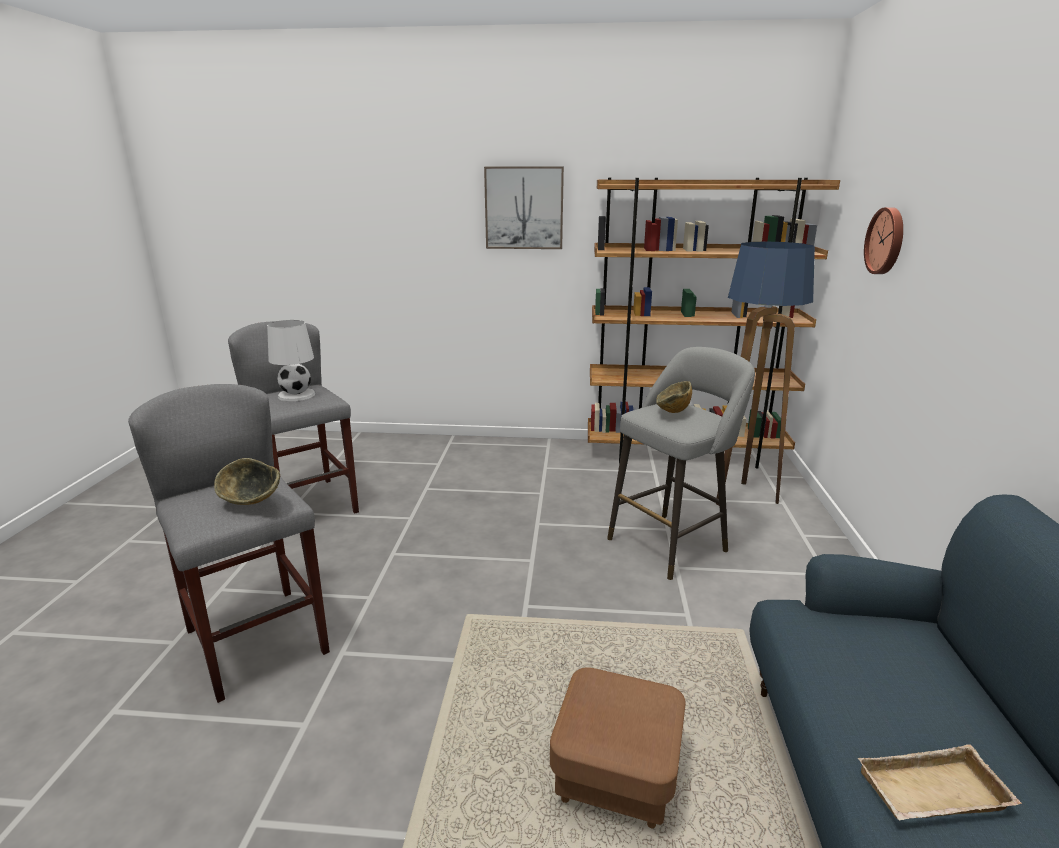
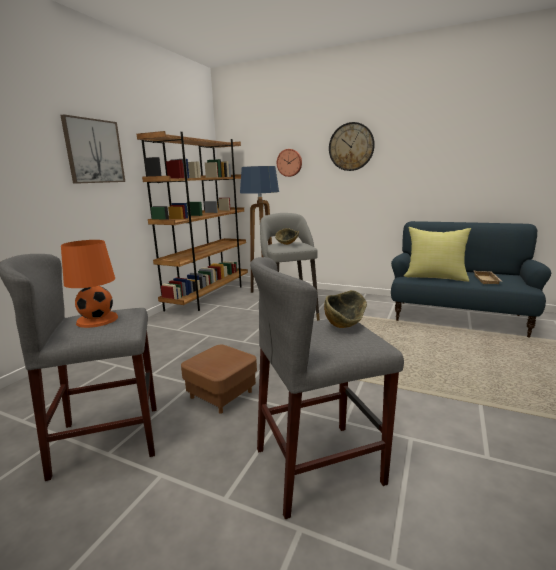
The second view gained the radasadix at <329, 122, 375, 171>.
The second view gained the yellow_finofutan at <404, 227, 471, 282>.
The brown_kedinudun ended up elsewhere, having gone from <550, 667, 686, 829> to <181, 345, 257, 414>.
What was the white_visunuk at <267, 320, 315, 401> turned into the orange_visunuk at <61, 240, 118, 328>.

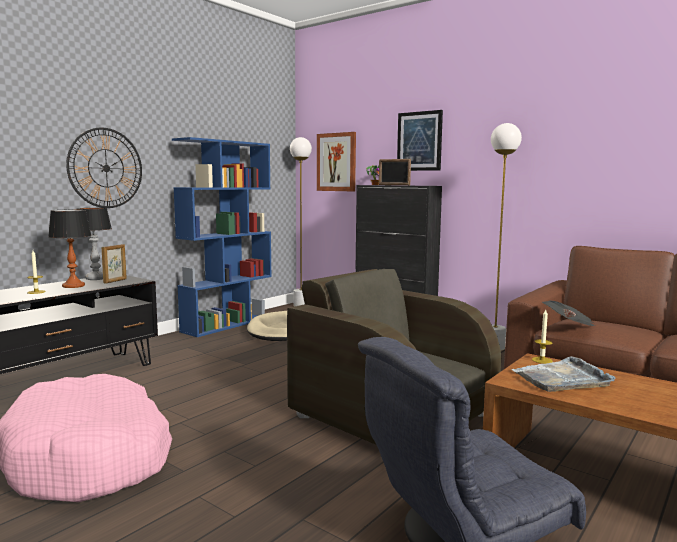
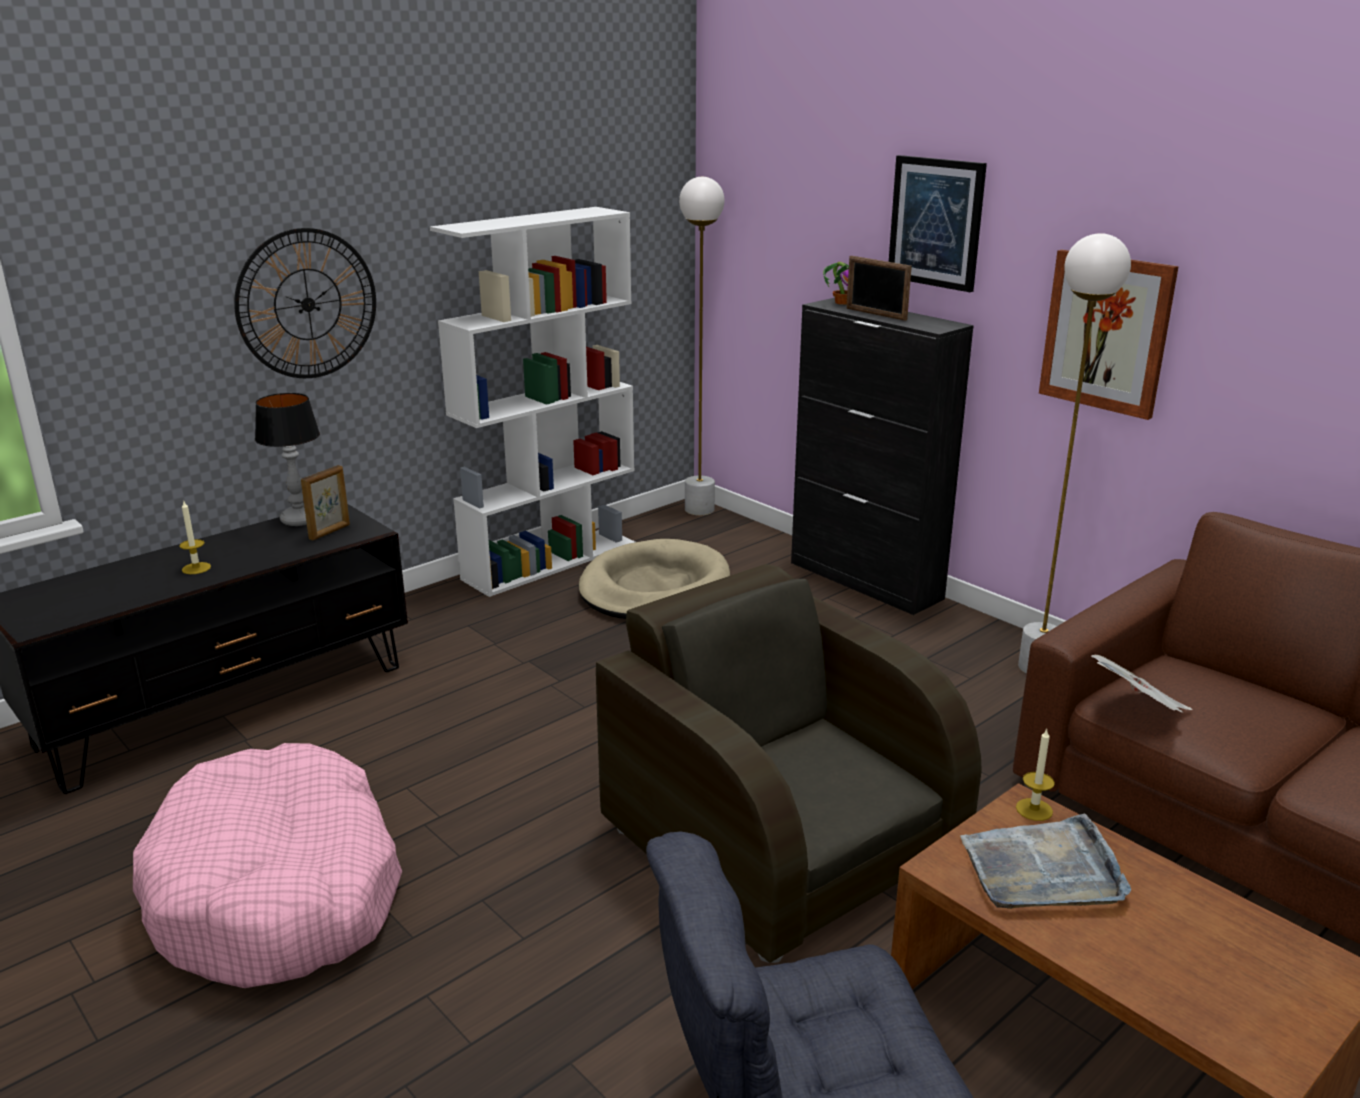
The second view lost the visunuk at <48, 209, 92, 288>.
The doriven ended up elsewhere, having gone from <317, 132, 356, 191> to <1039, 250, 1179, 420>.
What was the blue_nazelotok at <172, 137, 272, 337> turned into the white_nazelotok at <430, 207, 635, 597>.

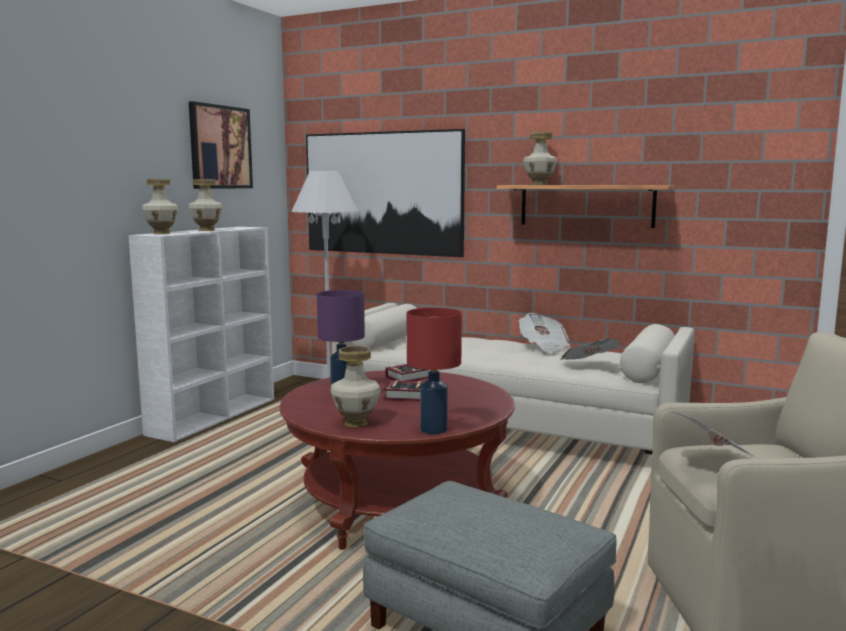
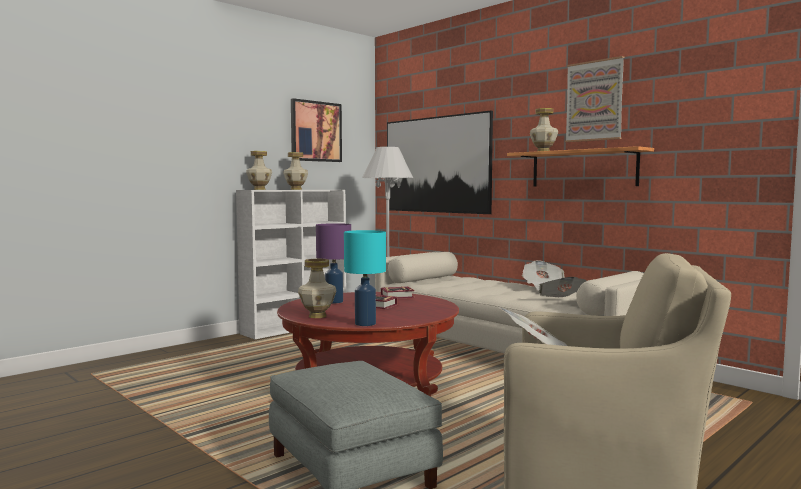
The second view gained the doriven at <565, 56, 624, 142>.
What was the red_visunuk at <407, 308, 462, 434> turned into the turquoise_visunuk at <344, 230, 386, 326>.

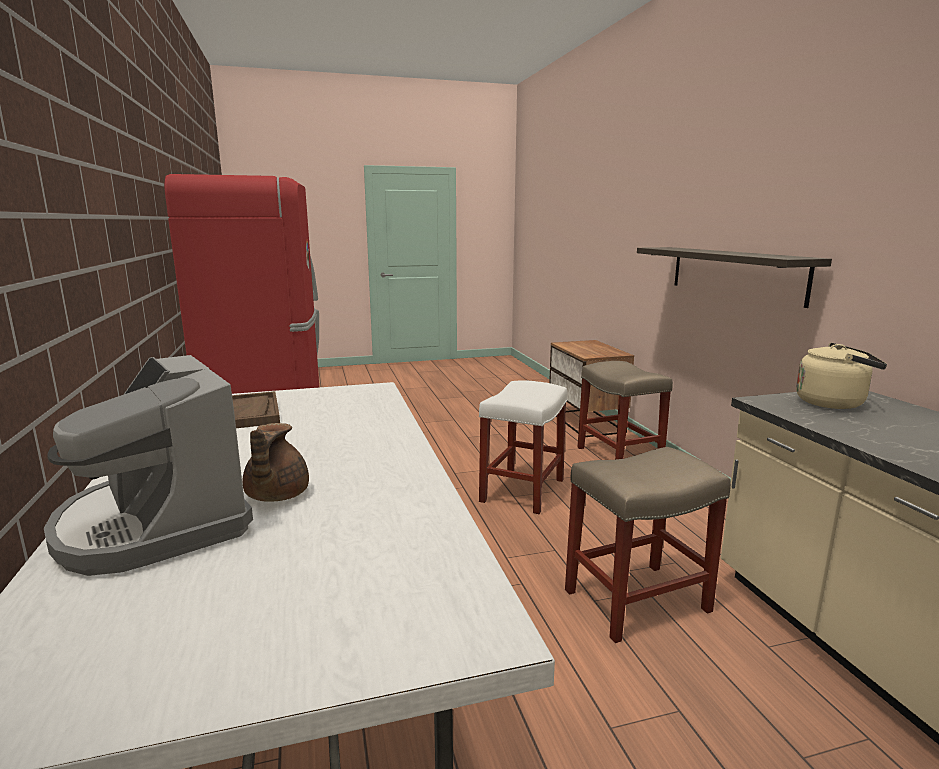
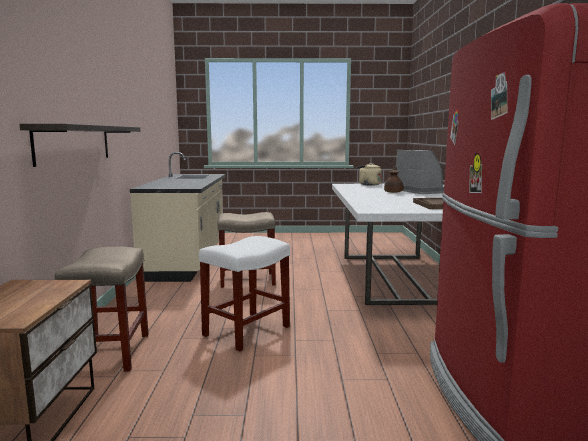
The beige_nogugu ended up elsewhere, having gone from <796, 343, 887, 409> to <355, 163, 382, 186>.

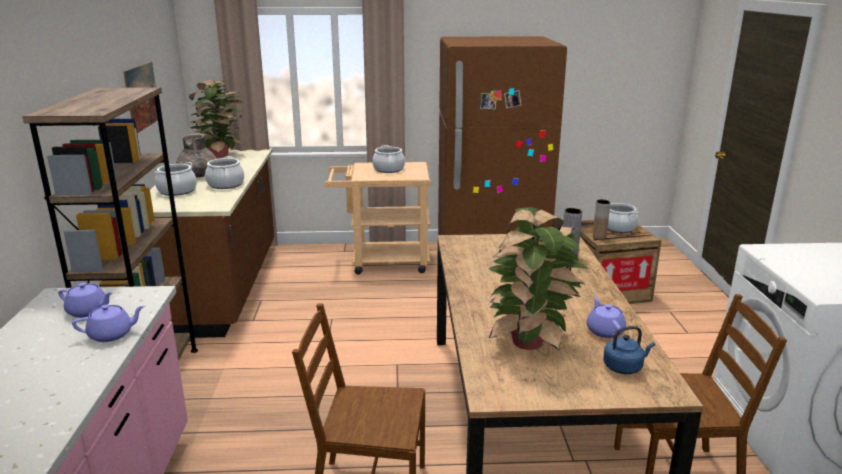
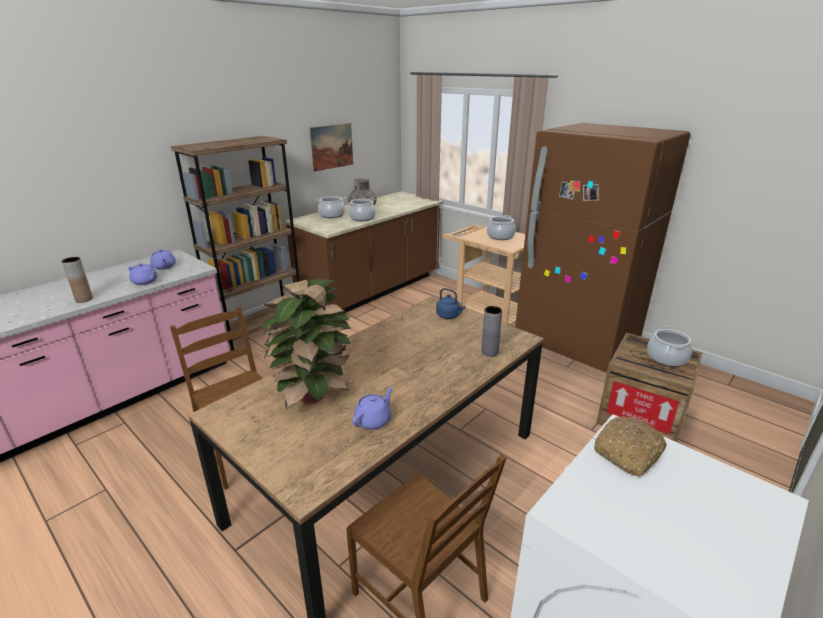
The second view lost the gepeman at <189, 80, 244, 158>.
The second view gained the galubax at <594, 416, 666, 476>.
The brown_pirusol ended up elsewhere, having gone from <593, 199, 610, 240> to <62, 257, 93, 303>.
The blue_nogugu ended up elsewhere, having gone from <603, 326, 655, 374> to <436, 288, 466, 319>.

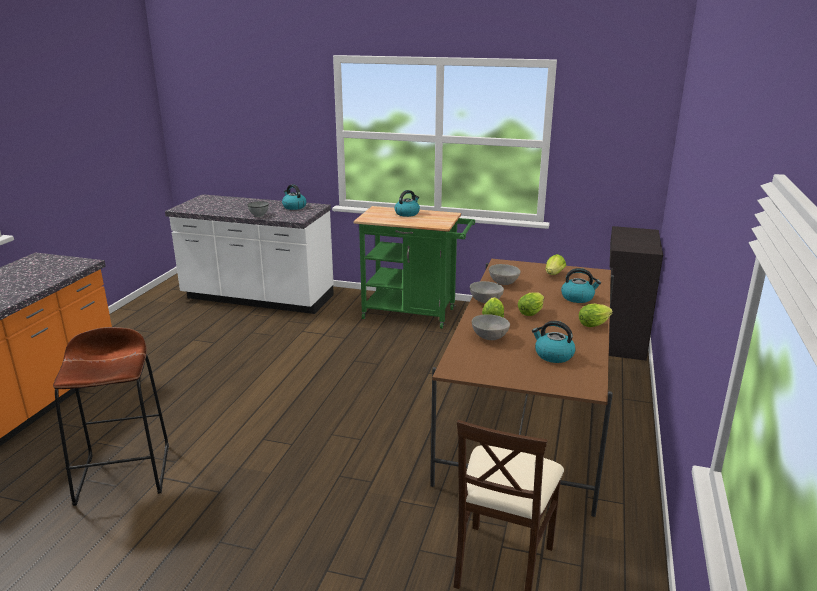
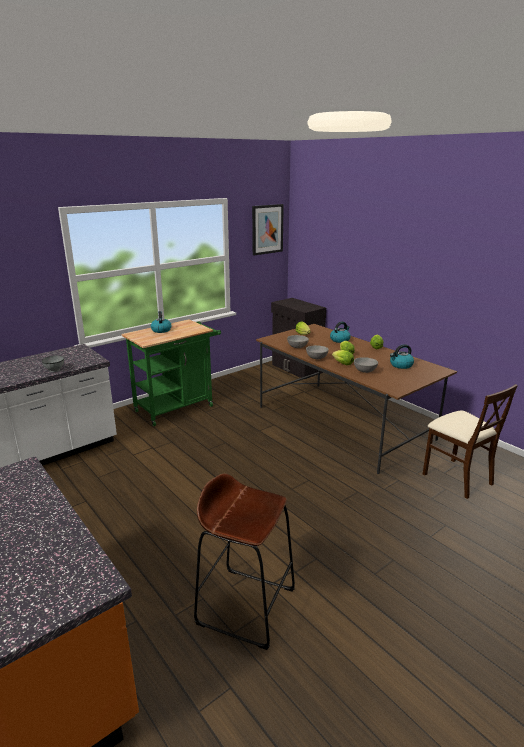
The second view lost the nogugu at <282, 184, 306, 210>.
The second view gained the doriven at <252, 204, 284, 255>.

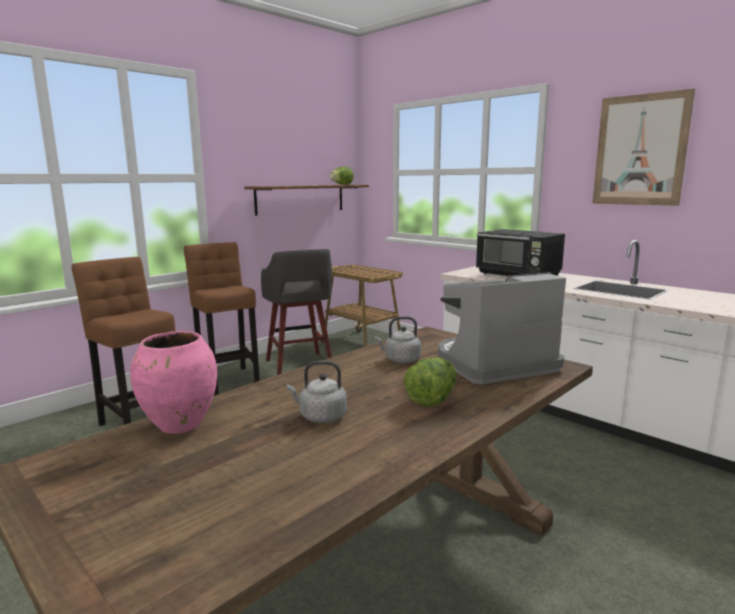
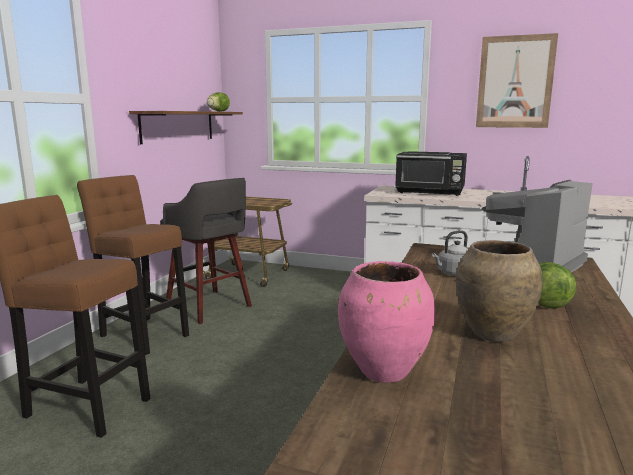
Where the grey_nogugu stood at <287, 361, 347, 423>, the brown_pirusol came to stand at <456, 240, 543, 342>.

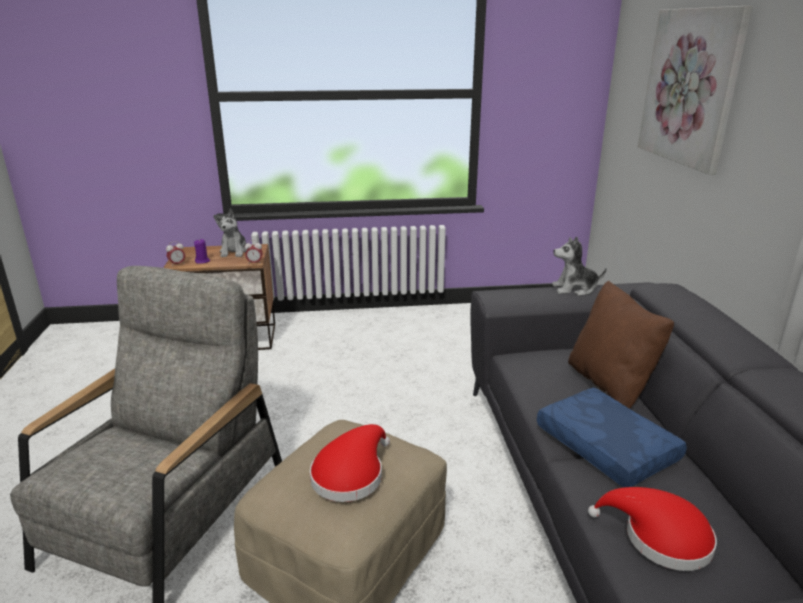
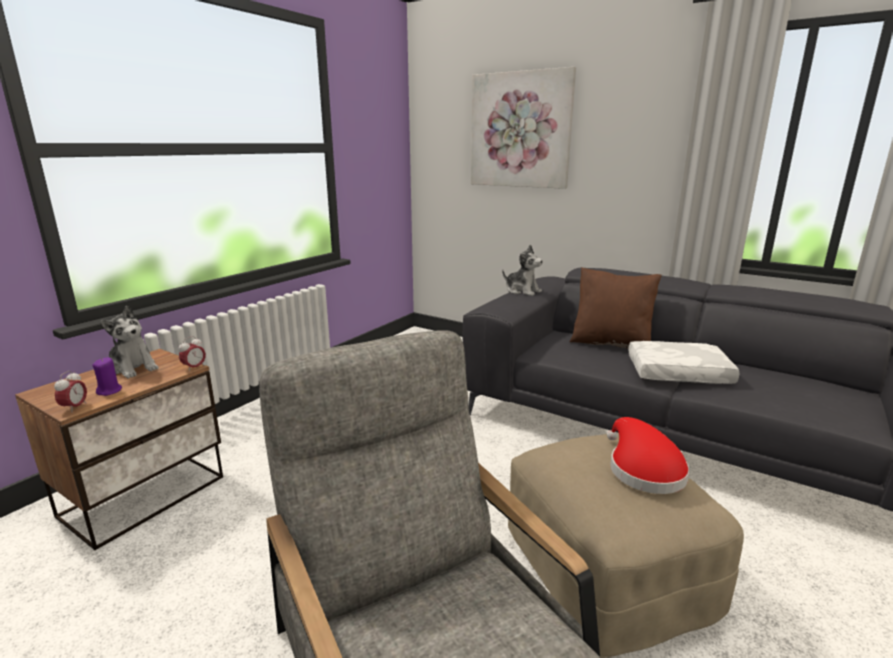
The second view lost the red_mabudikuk at <588, 487, 717, 571>.
What was the blue_finofutan at <537, 388, 687, 487> turned into the white_finofutan at <628, 341, 739, 384>.
The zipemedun at <552, 236, 607, 296> ended up facing another way, 90 degrees counterclockwise from before.

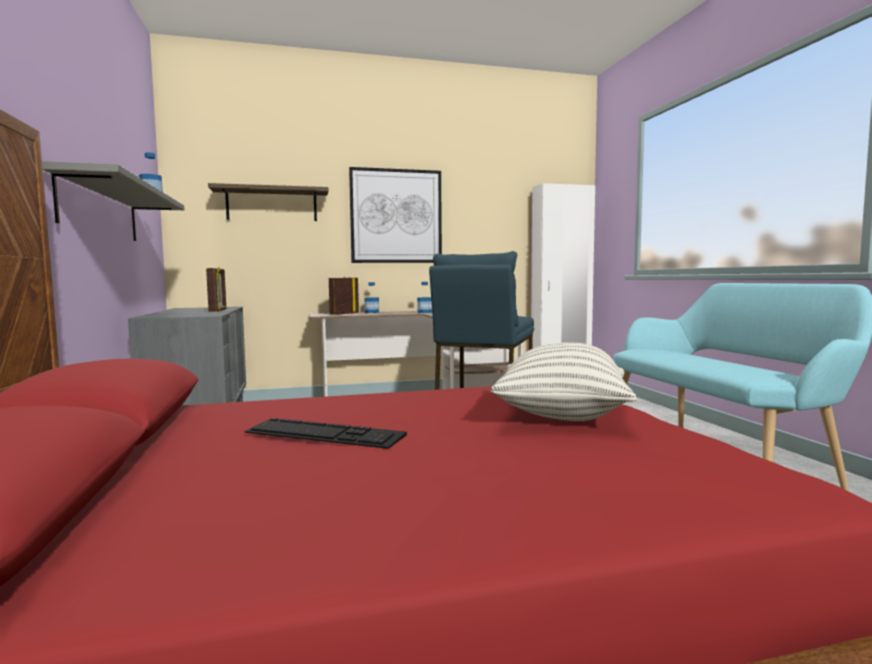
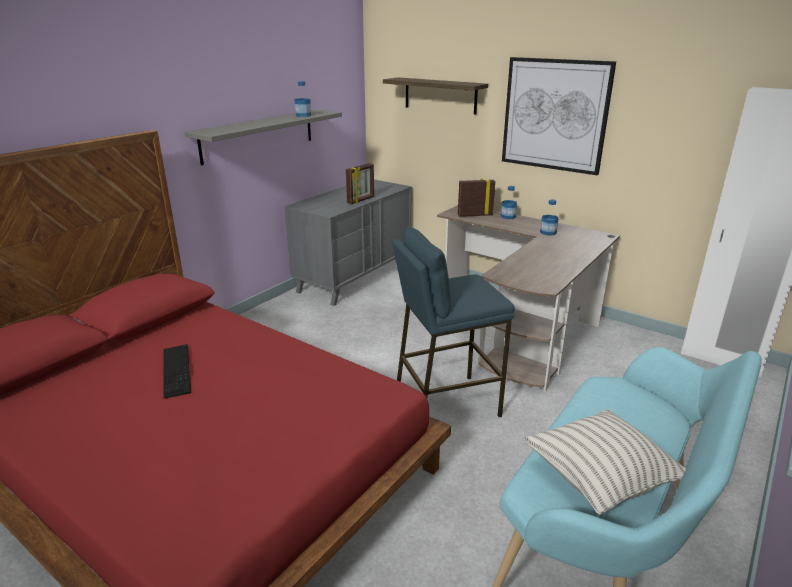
The finofutan ended up elsewhere, having gone from <490, 343, 637, 421> to <525, 409, 686, 515>.

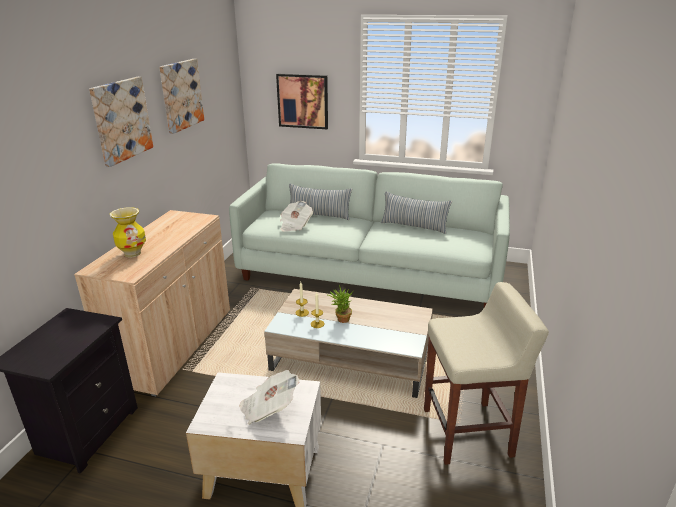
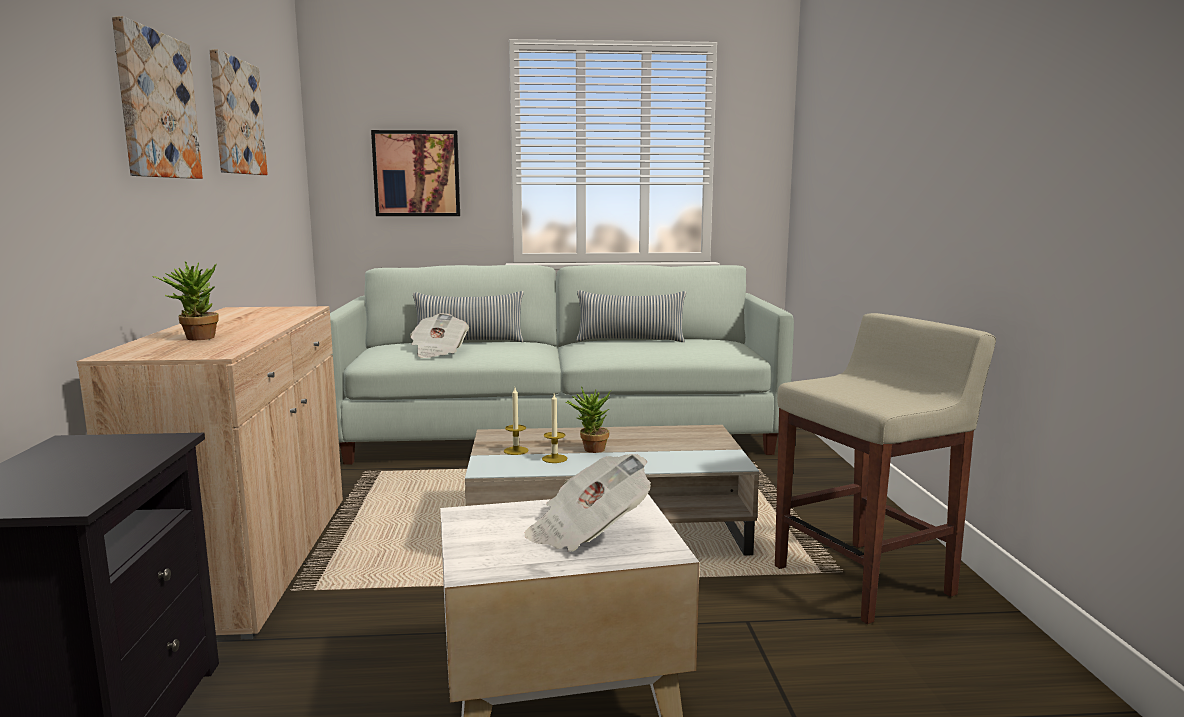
Where the pirusol stood at <110, 207, 146, 257>, the gepeman came to stand at <153, 261, 219, 340>.

